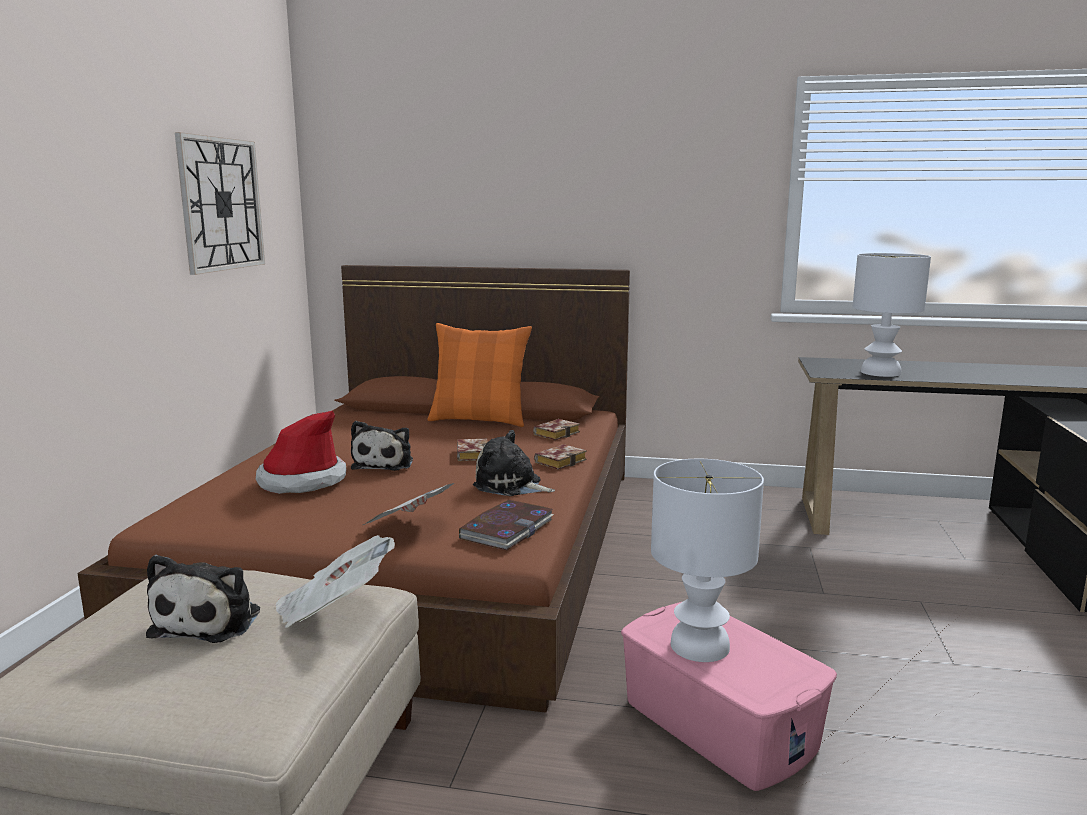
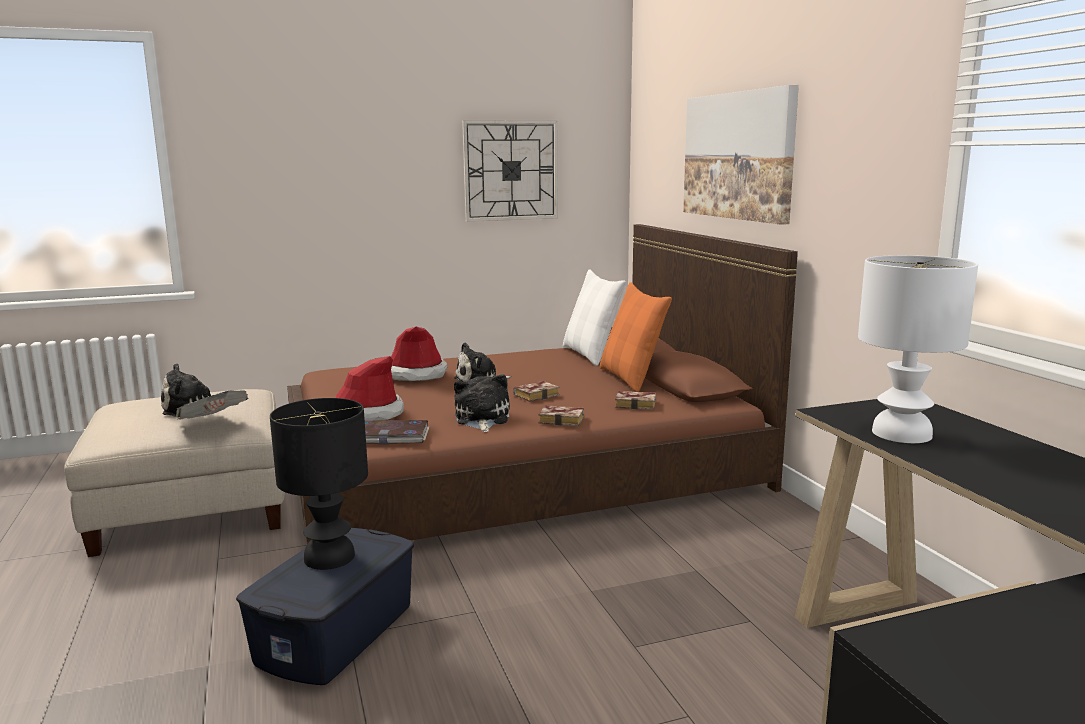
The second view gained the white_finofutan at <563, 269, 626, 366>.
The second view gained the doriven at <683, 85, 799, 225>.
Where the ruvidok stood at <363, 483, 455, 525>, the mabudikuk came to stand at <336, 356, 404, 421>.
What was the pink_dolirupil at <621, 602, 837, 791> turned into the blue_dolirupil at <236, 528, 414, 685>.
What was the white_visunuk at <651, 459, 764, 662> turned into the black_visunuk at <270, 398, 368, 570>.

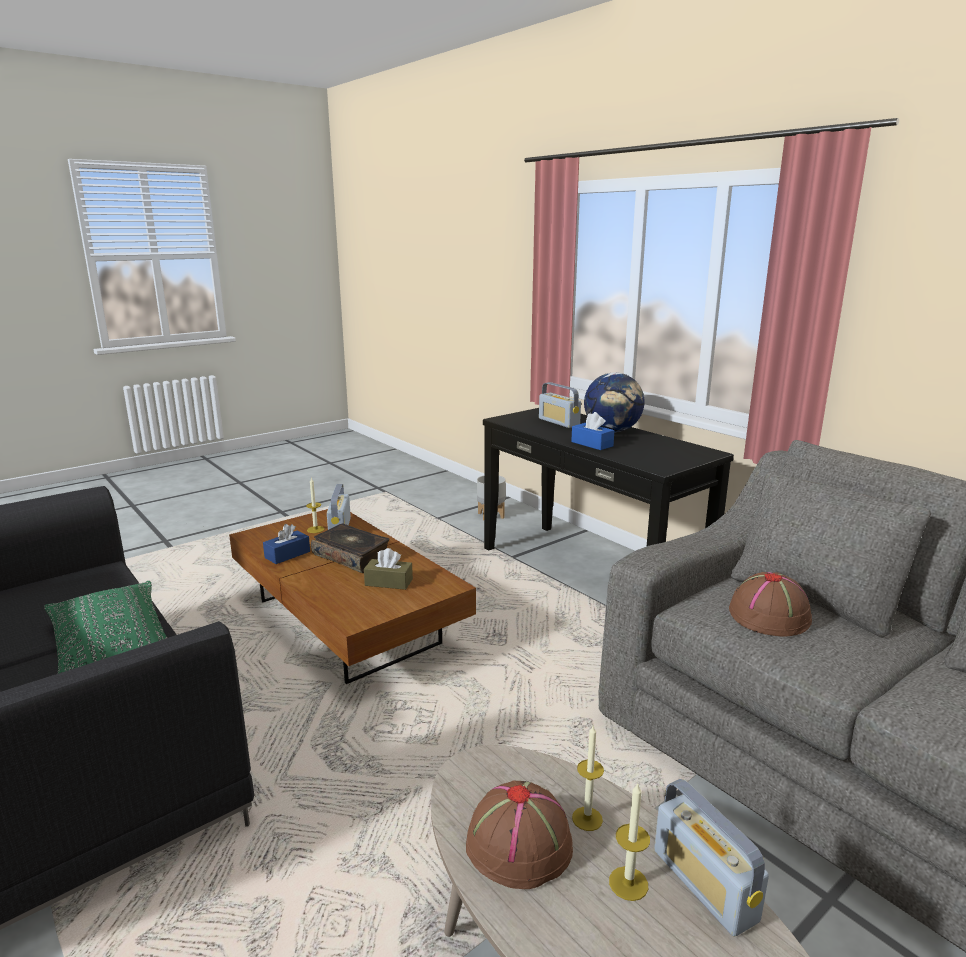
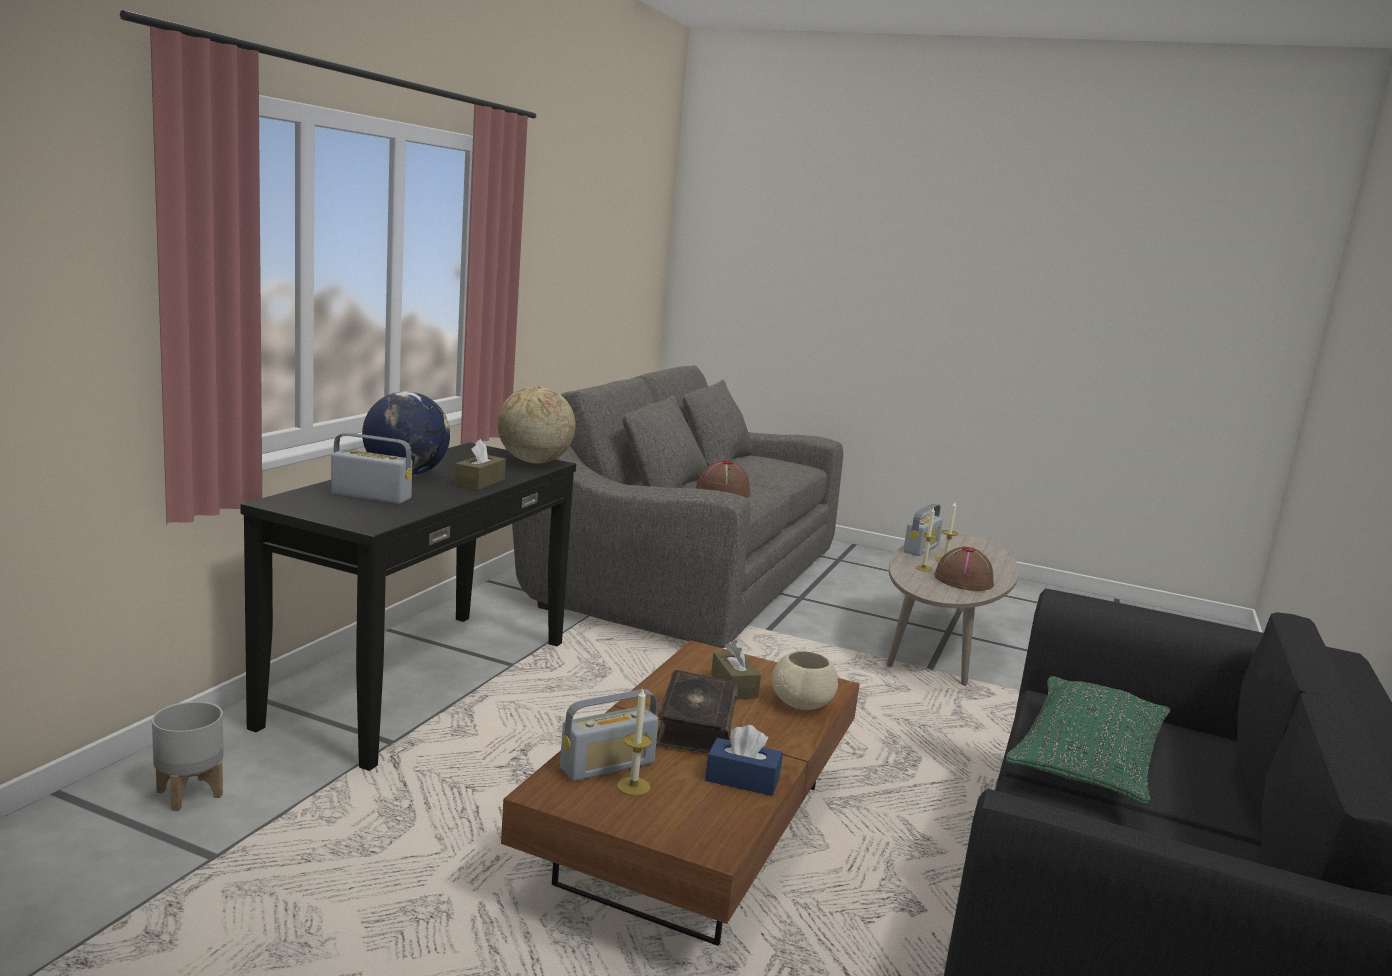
The second view gained the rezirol at <497, 386, 576, 464>.
The second view gained the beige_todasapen at <772, 651, 838, 710>.
What was the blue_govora at <571, 412, 614, 450> turned into the brown_govora at <455, 439, 506, 490>.
The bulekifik at <539, 382, 581, 428> ended up facing another way, 105 degrees counterclockwise from before.

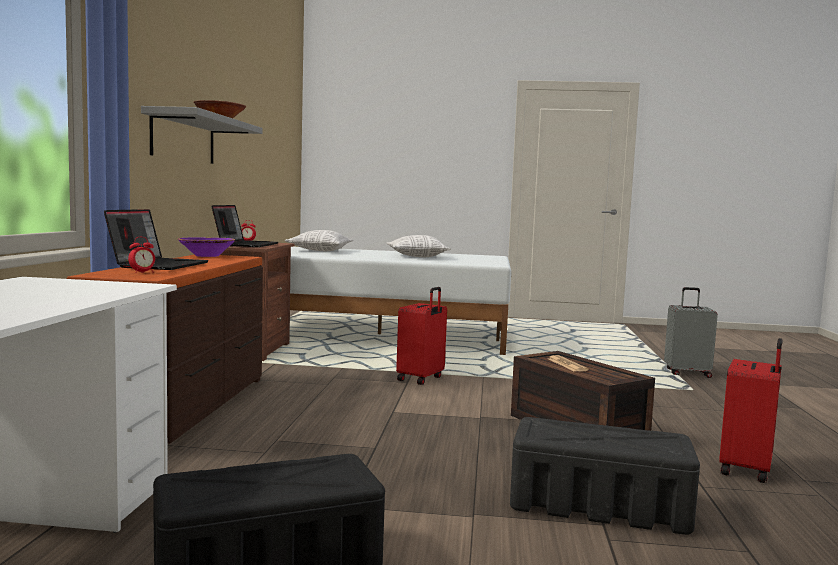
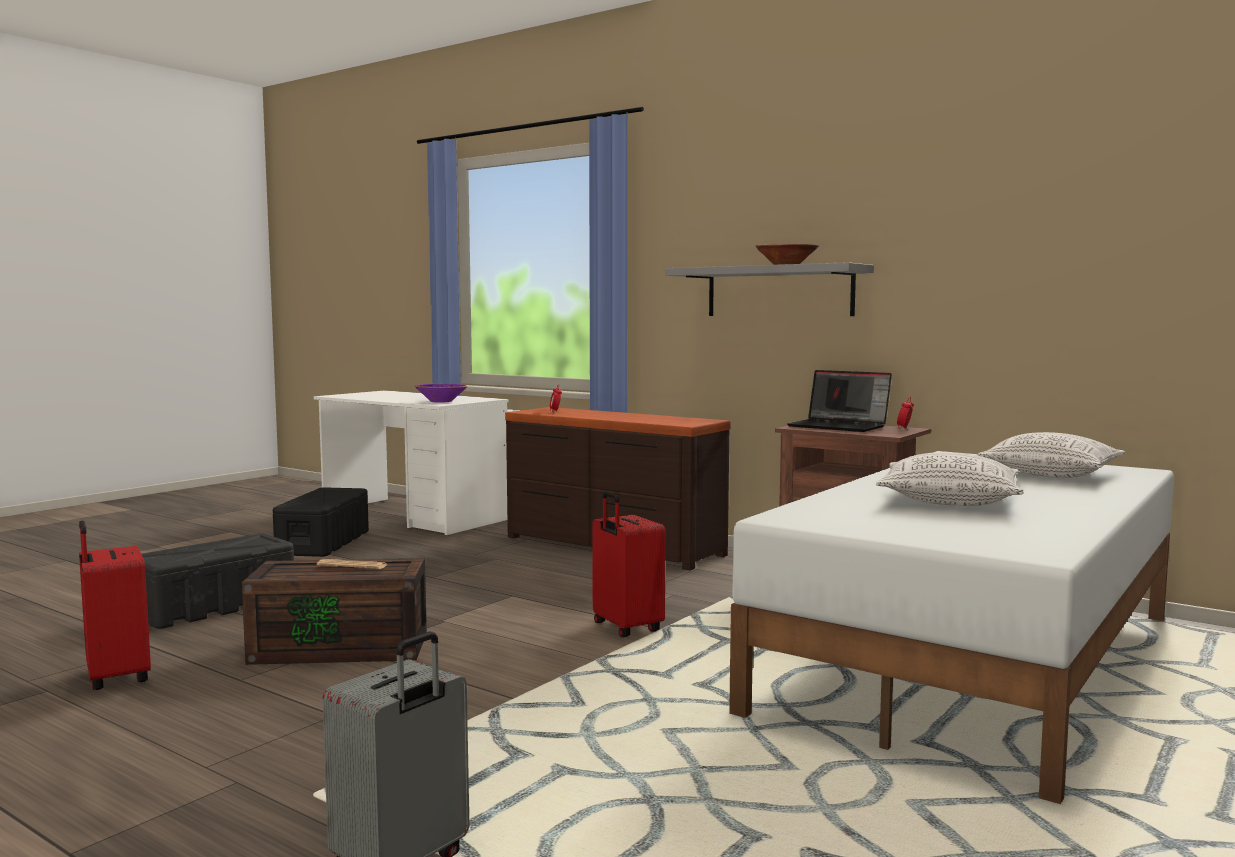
The second view lost the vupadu at <104, 209, 209, 270>.
The purple_todasapen ended up elsewhere, having gone from <178, 238, 236, 257> to <415, 384, 468, 403>.

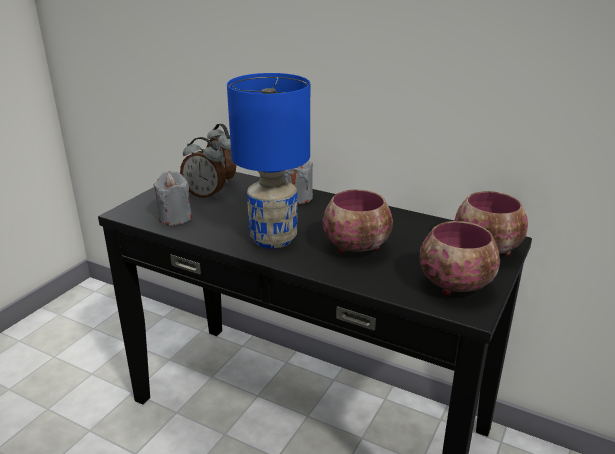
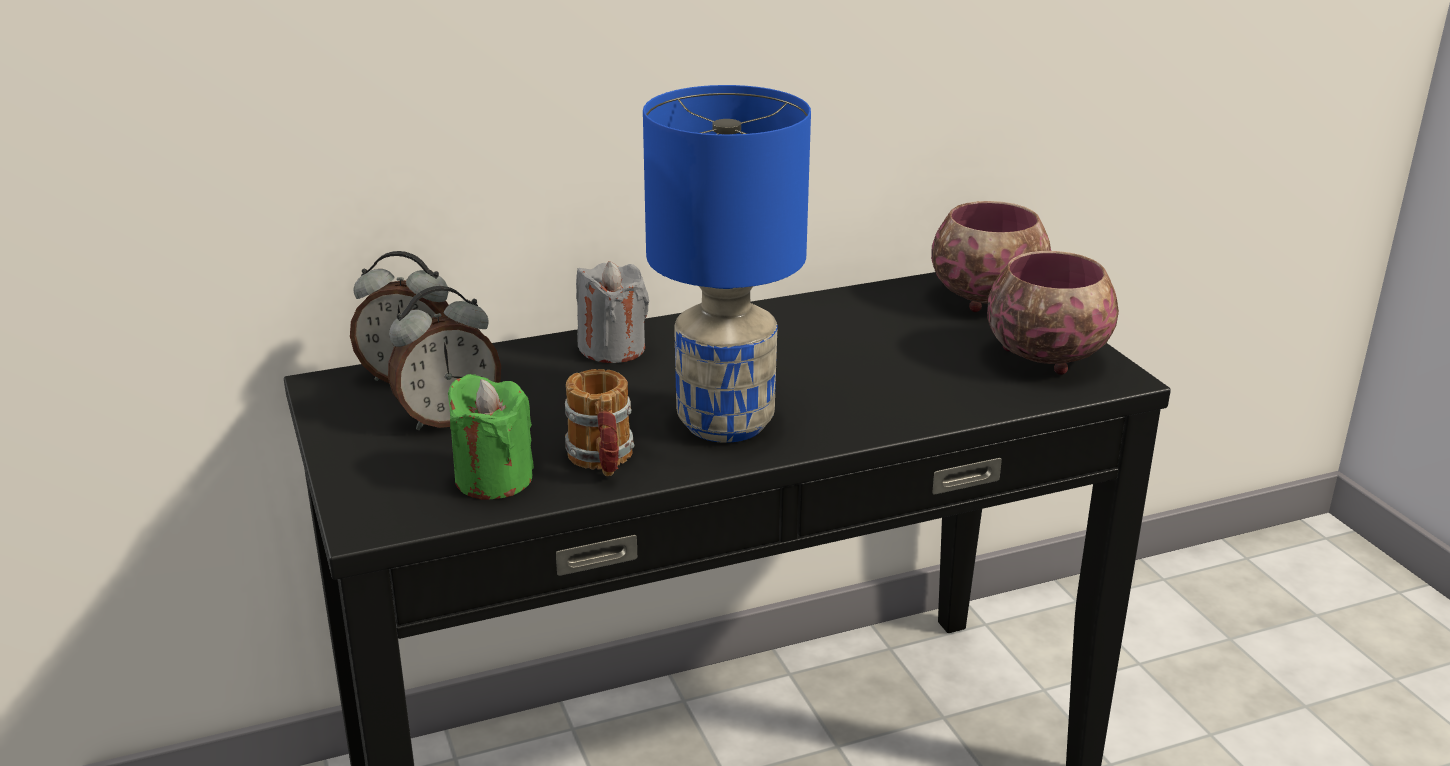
The second view lost the todasapen at <323, 189, 393, 254>.
The second view gained the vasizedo at <565, 369, 634, 476>.
What was the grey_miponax at <153, 171, 192, 225> turned into the green_miponax at <448, 374, 534, 499>.

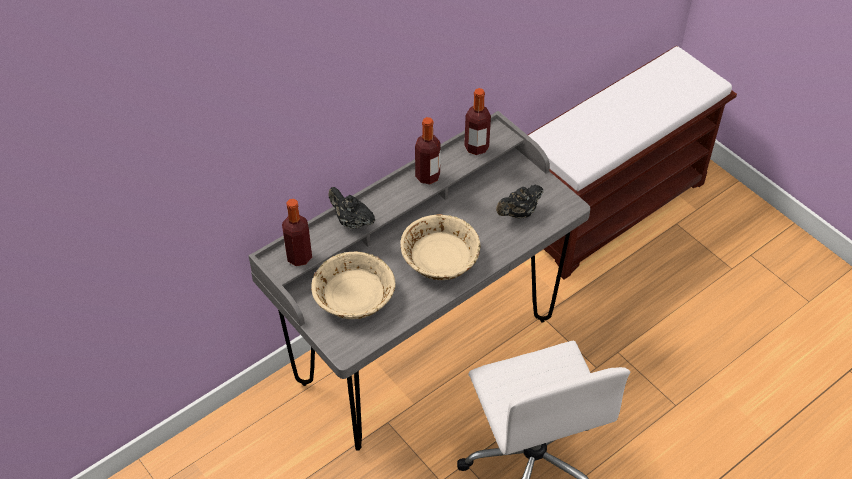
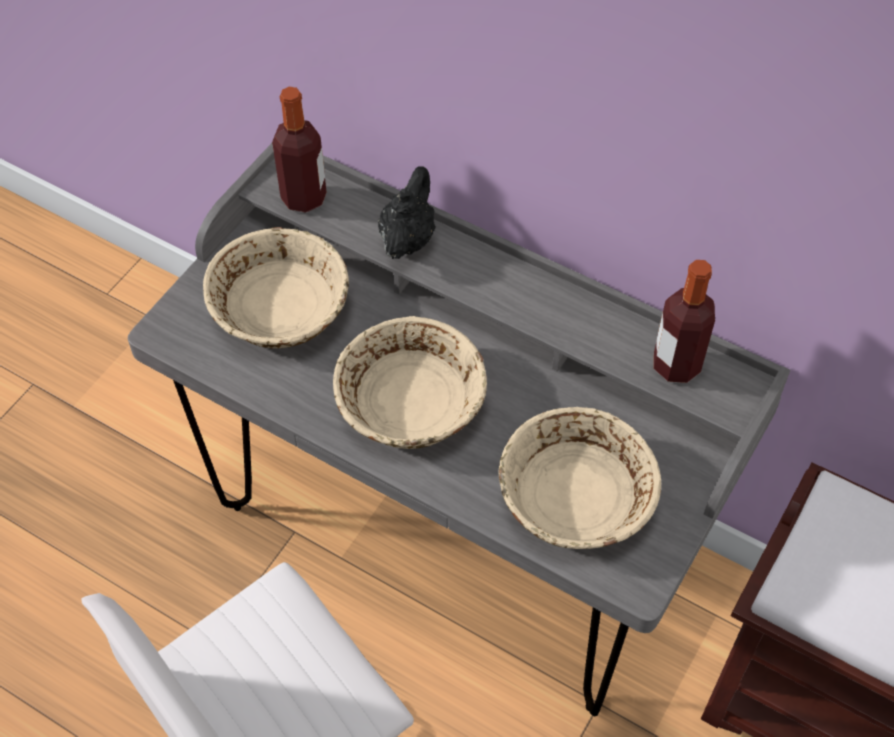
The second view lost the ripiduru at <415, 117, 441, 184>.
Where the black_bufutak stood at <496, 185, 544, 218>, the beige_todasapen came to stand at <499, 407, 661, 549>.

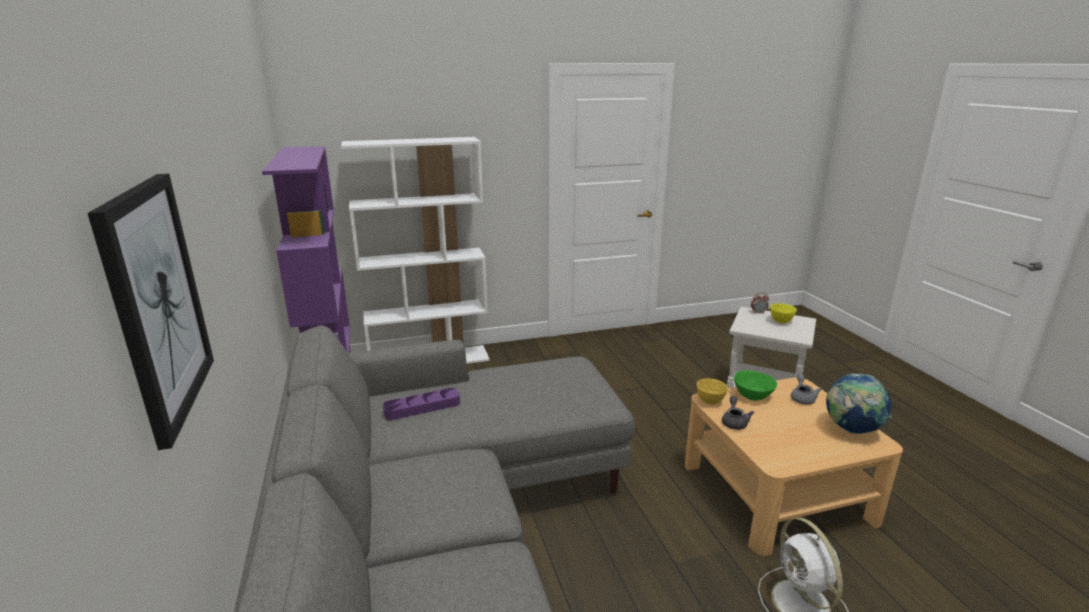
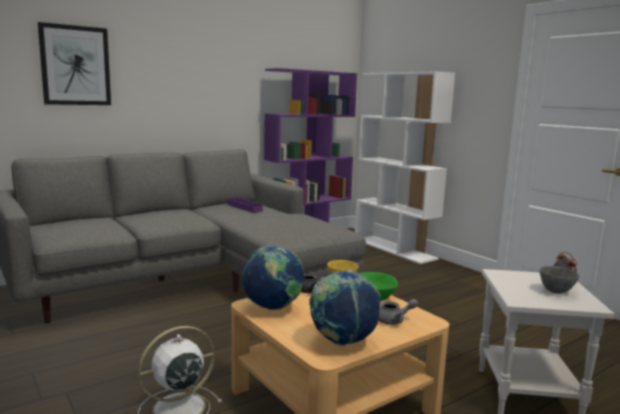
The second view gained the rezirol at <242, 246, 304, 310>.
What was the yellow_todasapen at <770, 303, 797, 323> turned into the grey_todasapen at <540, 266, 579, 294>.

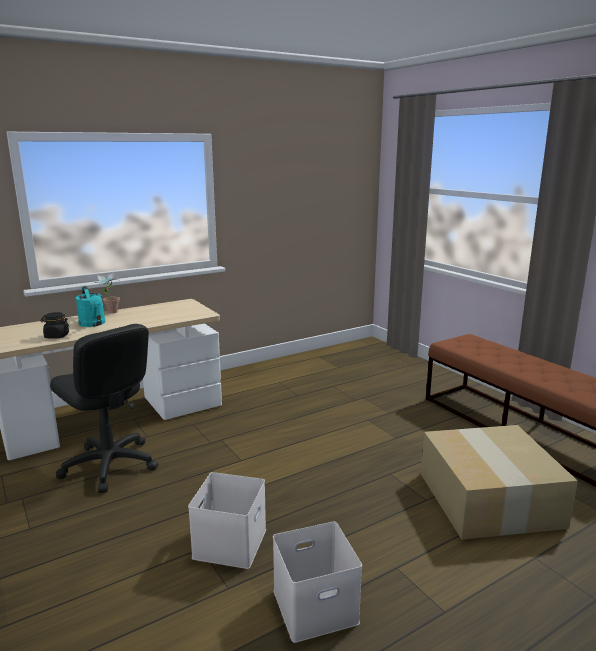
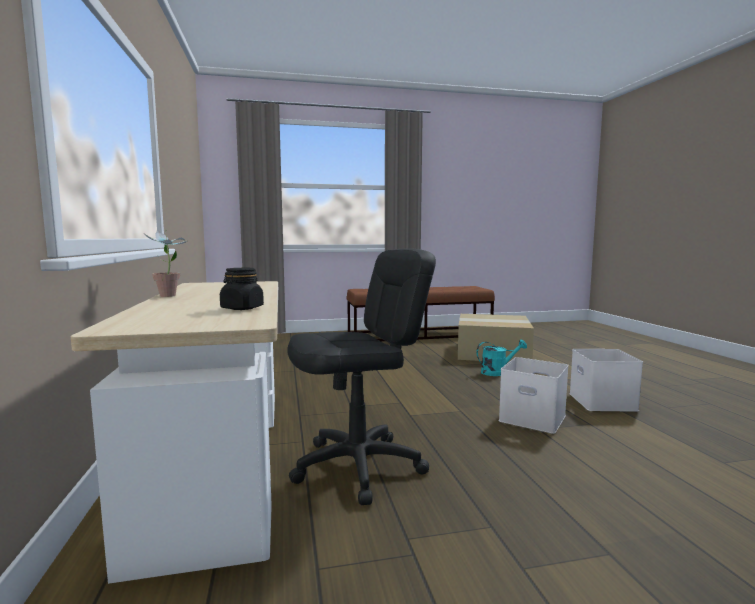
The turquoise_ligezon ended up elsewhere, having gone from <76, 286, 106, 327> to <476, 339, 527, 376>.

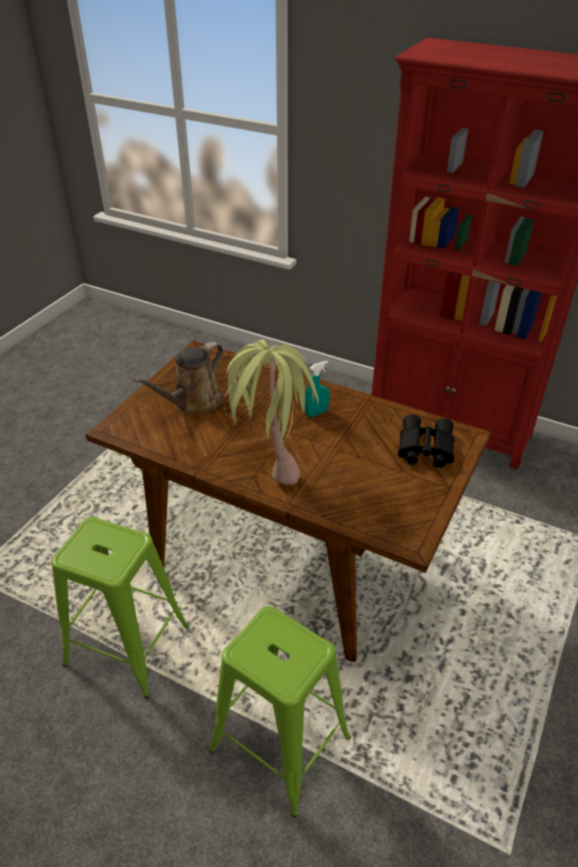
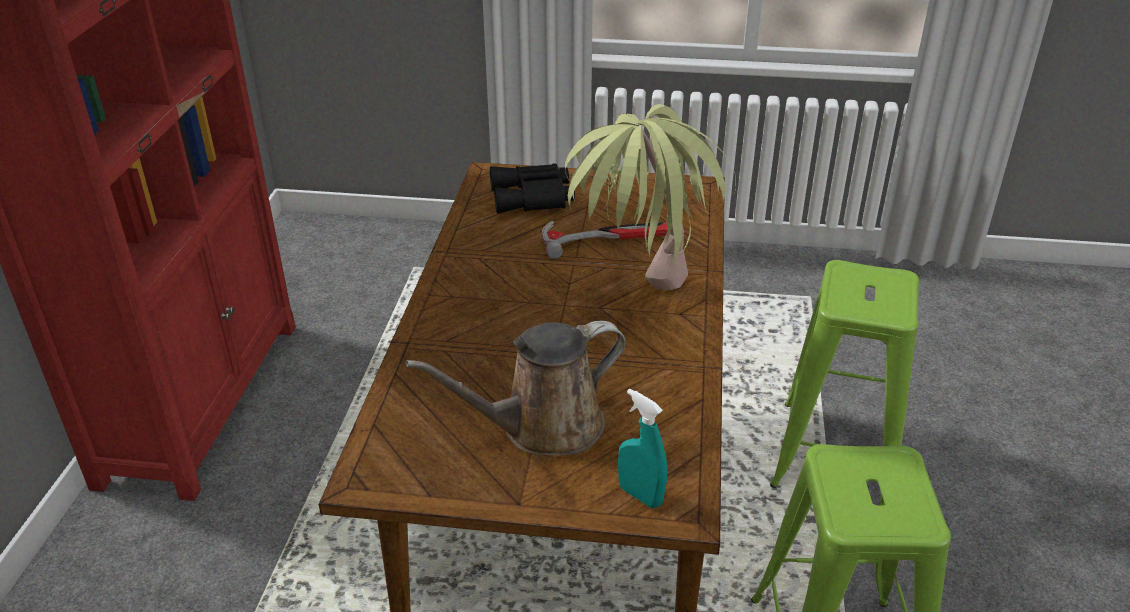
The second view gained the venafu at <542, 221, 667, 259>.
The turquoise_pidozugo ended up elsewhere, having gone from <305, 361, 330, 417> to <618, 388, 667, 508>.
The brown_ligezon at <133, 342, 223, 414> ended up facing another way, 135 degrees clockwise from before.

